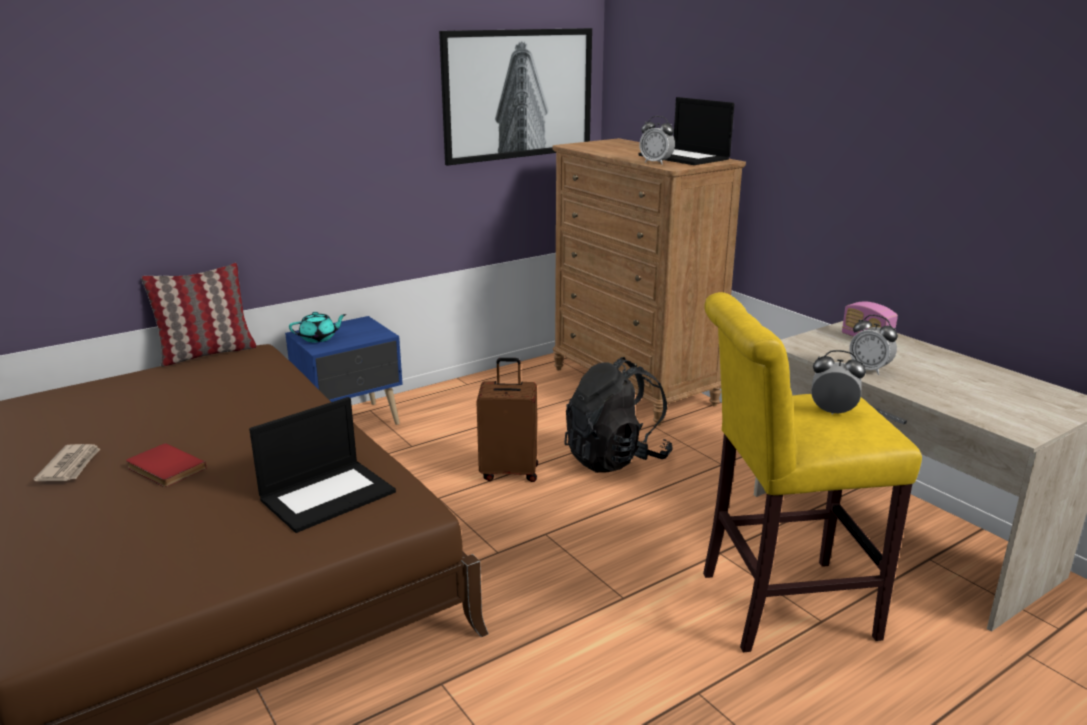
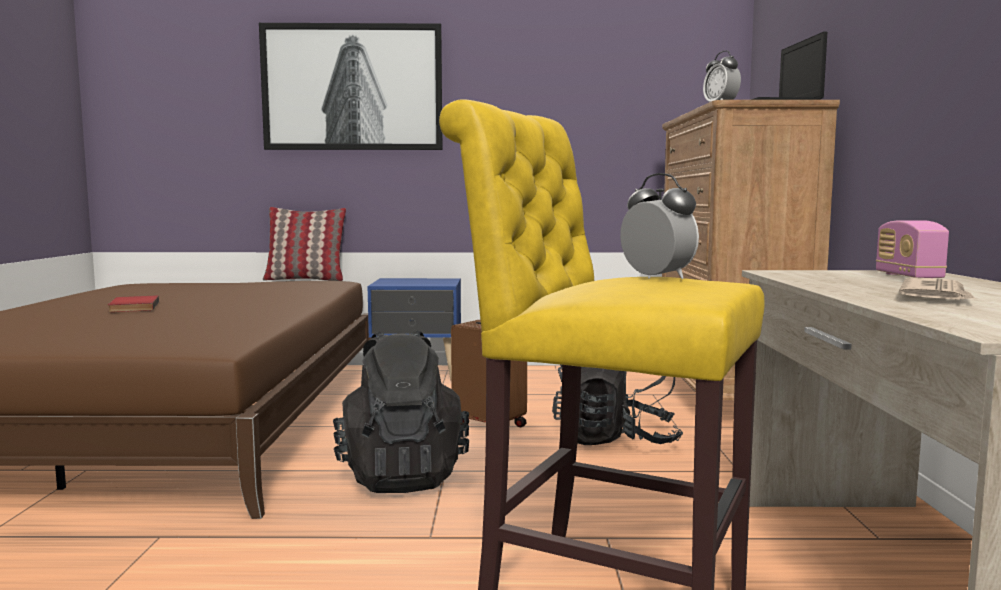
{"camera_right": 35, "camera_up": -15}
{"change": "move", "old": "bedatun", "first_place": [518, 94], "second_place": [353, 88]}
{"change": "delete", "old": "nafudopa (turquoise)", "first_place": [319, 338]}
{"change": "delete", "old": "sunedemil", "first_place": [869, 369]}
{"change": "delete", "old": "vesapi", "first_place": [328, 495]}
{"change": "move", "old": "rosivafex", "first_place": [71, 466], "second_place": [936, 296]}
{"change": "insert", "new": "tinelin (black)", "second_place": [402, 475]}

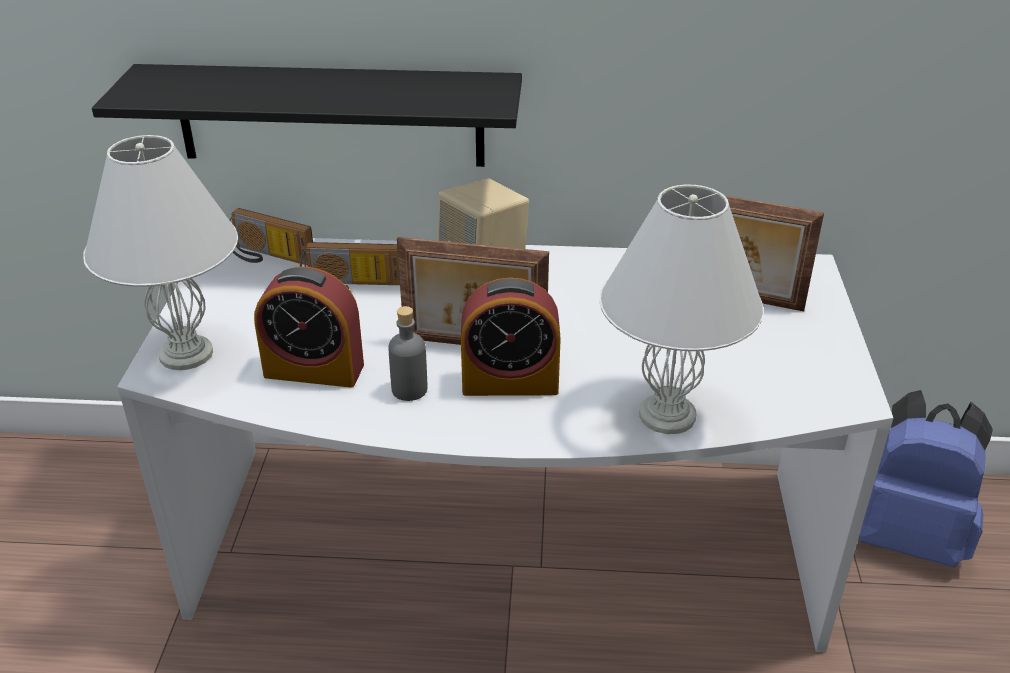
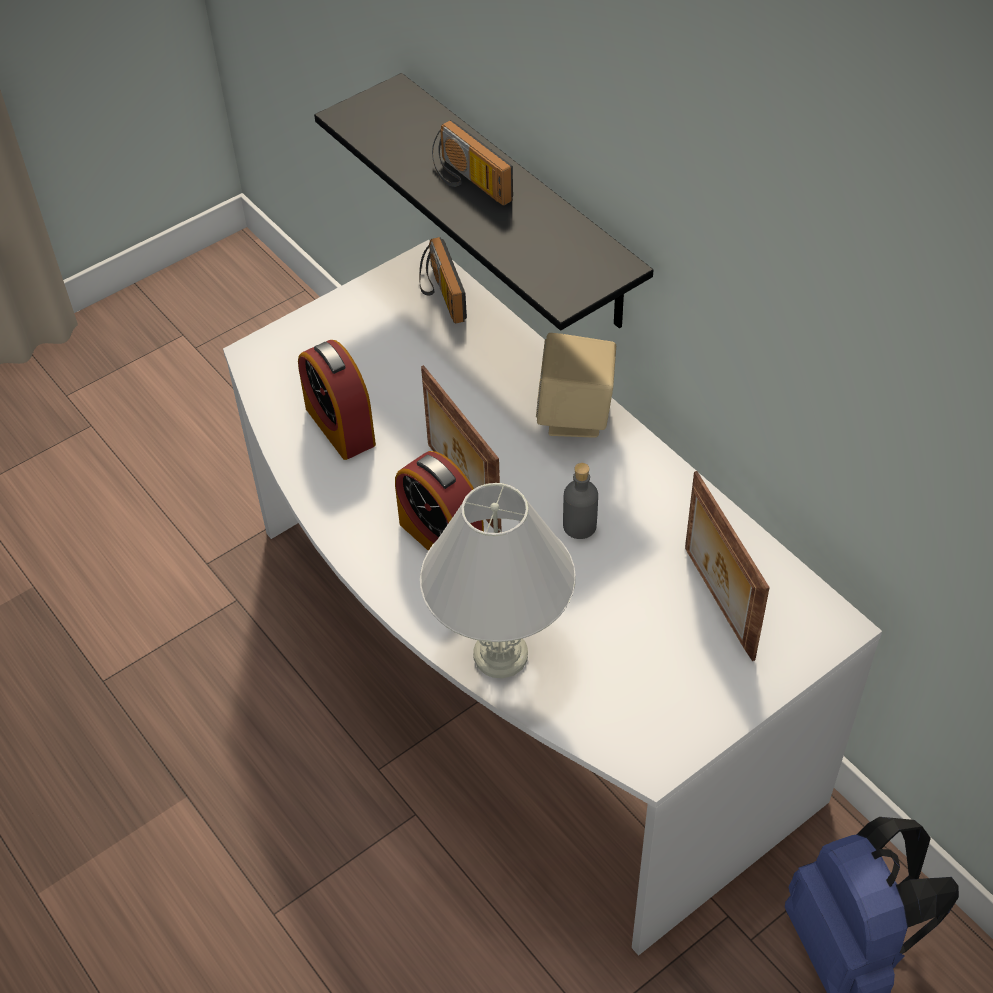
{"camera_right": 50, "camera_up": 15}
{"change": "delete", "old": "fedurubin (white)", "first_place": [187, 353]}
{"change": "move", "old": "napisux", "first_place": [351, 286], "second_place": [467, 182]}
{"change": "move", "old": "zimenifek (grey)", "first_place": [409, 389], "second_place": [579, 526]}

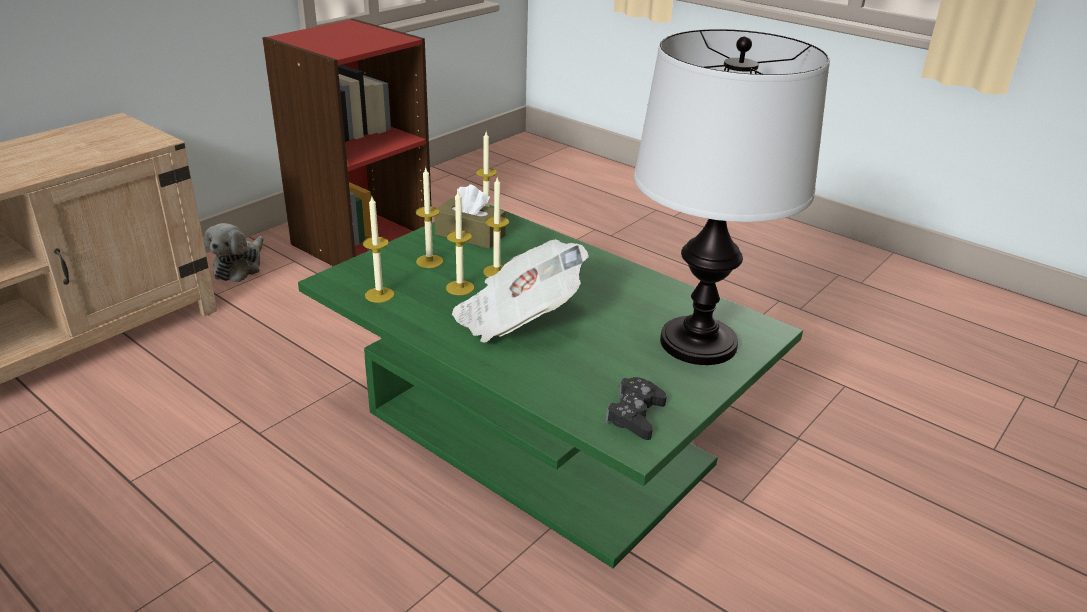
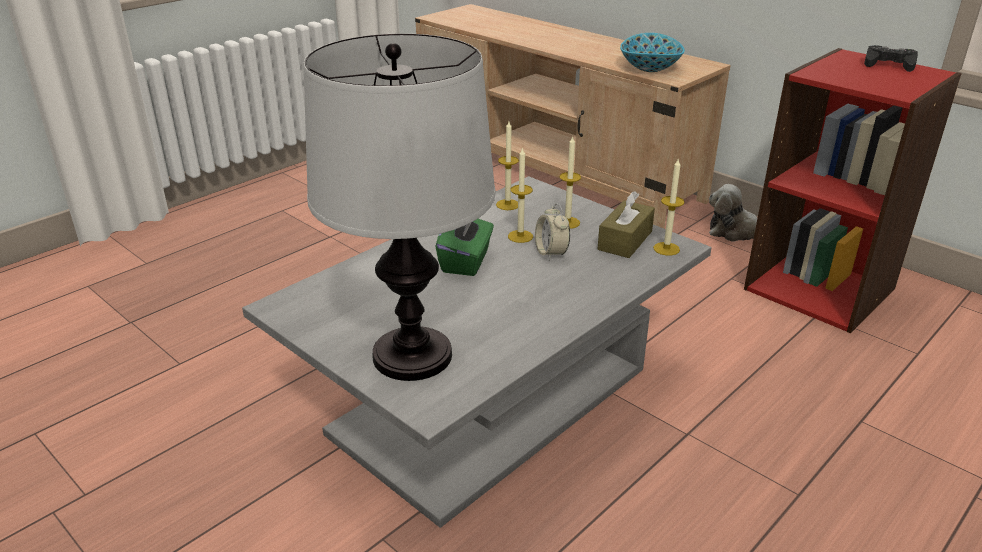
{"camera_right": 95, "camera_up": 0}
{"change": "replace", "old": "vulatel", "new": "sunedemil", "first_place": [496, 272], "second_place": [551, 253]}
{"change": "recolor", "old": "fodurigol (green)", "new": "fodurigol (grey)", "first_place": [538, 438], "second_place": [490, 401]}
{"change": "replace", "old": "rosivafex", "new": "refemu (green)", "first_place": [517, 319], "second_place": [466, 261]}
{"change": "move", "old": "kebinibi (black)", "first_place": [635, 415], "second_place": [889, 64]}
{"change": "insert", "new": "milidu", "second_place": [649, 68]}

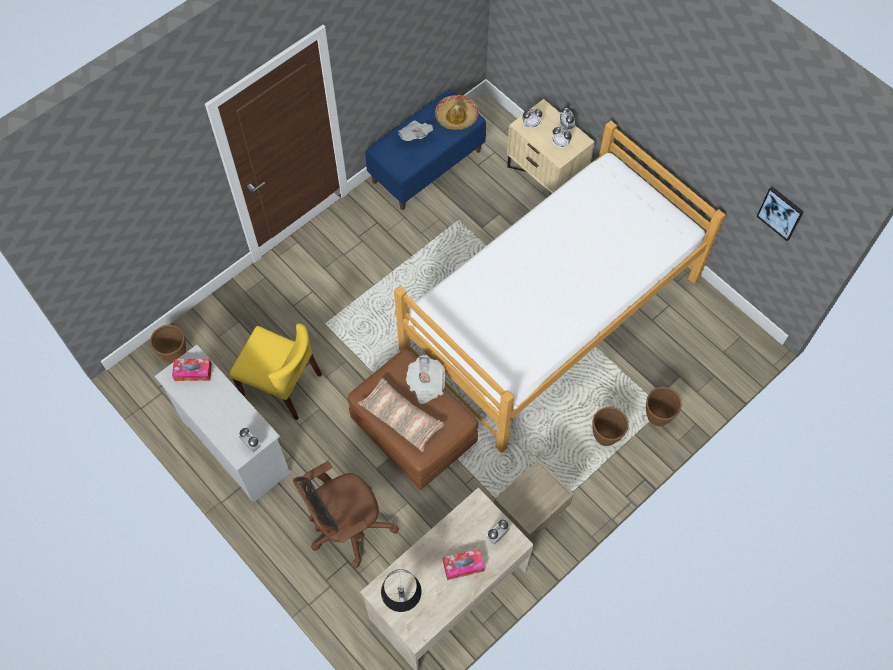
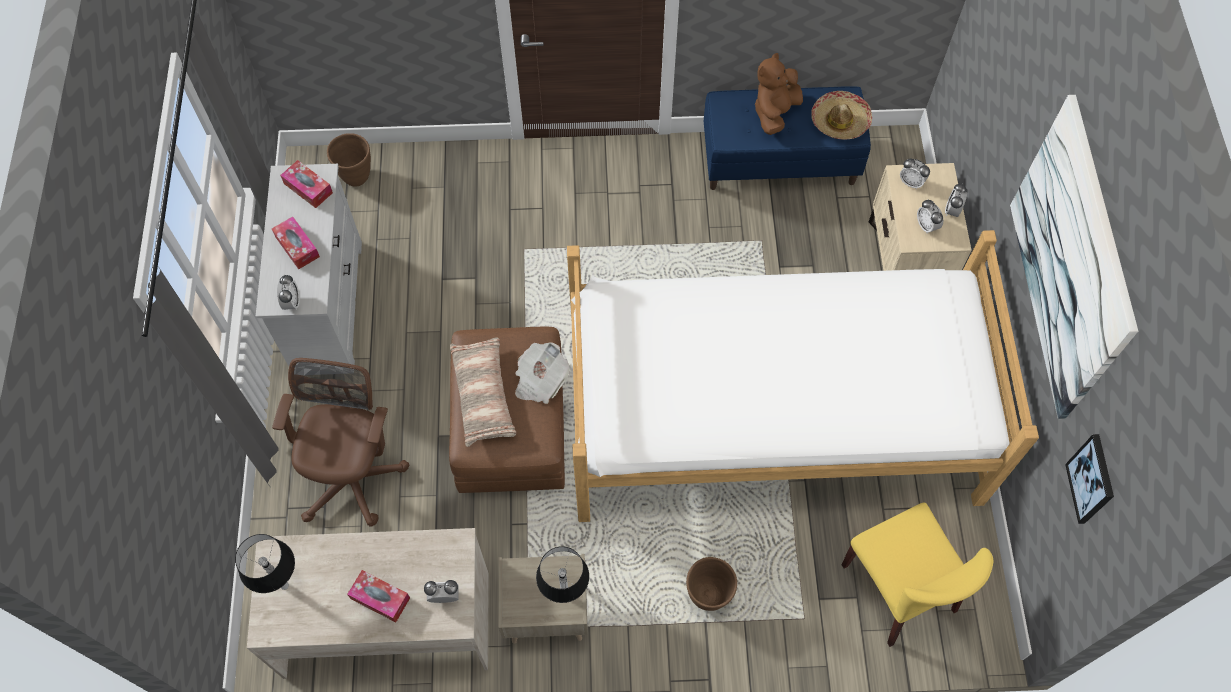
{"camera_right": 40, "camera_up": 0}
{"change": "replace", "old": "rosivafex", "new": "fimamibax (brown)", "first_place": [415, 136], "second_place": [774, 112]}
{"change": "move", "old": "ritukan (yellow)", "first_place": [282, 385], "second_place": [899, 588]}
{"change": "delete", "old": "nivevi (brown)", "first_place": [657, 417]}
{"change": "rotate", "old": "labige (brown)", "first_place": [348, 529], "second_place": [354, 474], "degrees": 90}
{"change": "insert", "new": "bedatun", "second_place": [1070, 260]}
{"change": "insert", "new": "refemu", "second_place": [297, 247]}
{"change": "insert", "new": "fedurubin", "second_place": [565, 595]}

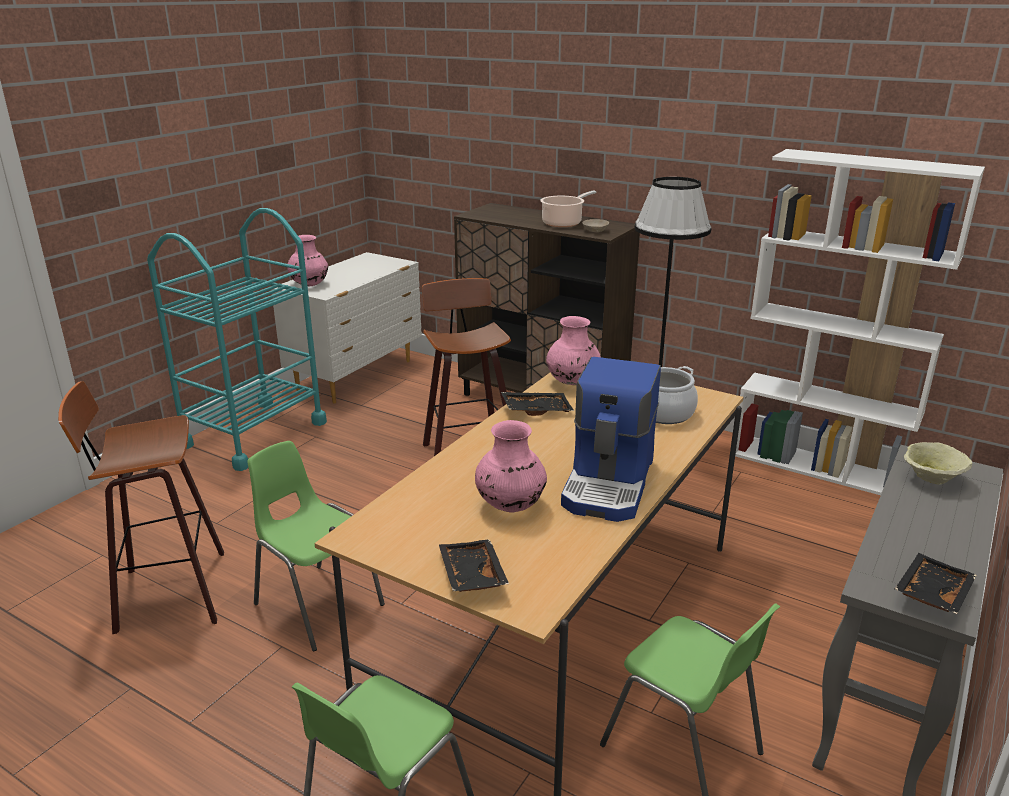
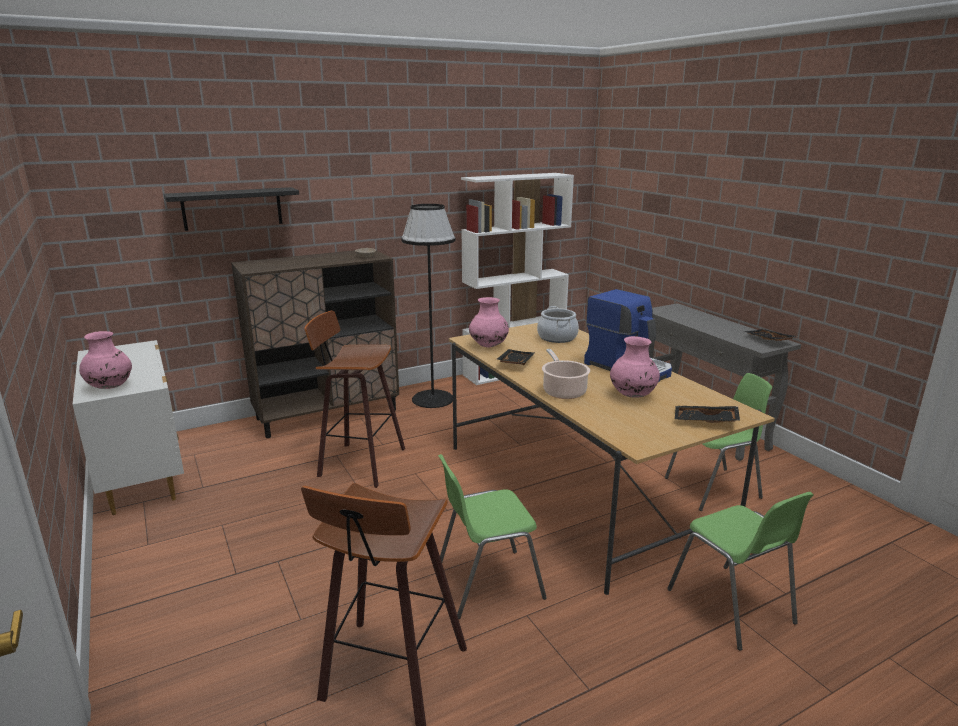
{"camera_right": -60, "camera_up": -5}
{"change": "move", "old": "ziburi", "first_place": [563, 223], "second_place": [563, 391]}
{"change": "delete", "old": "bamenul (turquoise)", "first_place": [254, 434]}
{"change": "delete", "old": "milidu (beige)", "first_place": [932, 479]}
{"change": "insert", "new": "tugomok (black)", "second_place": [232, 208]}

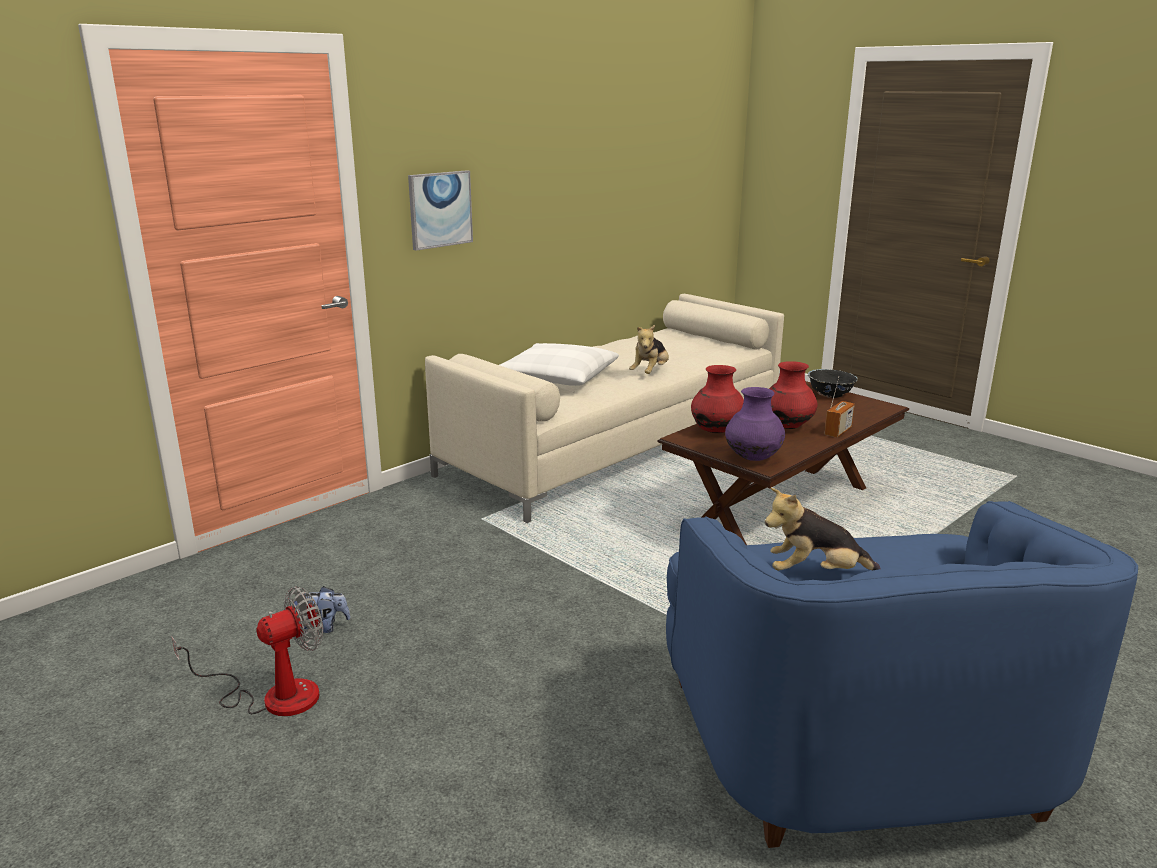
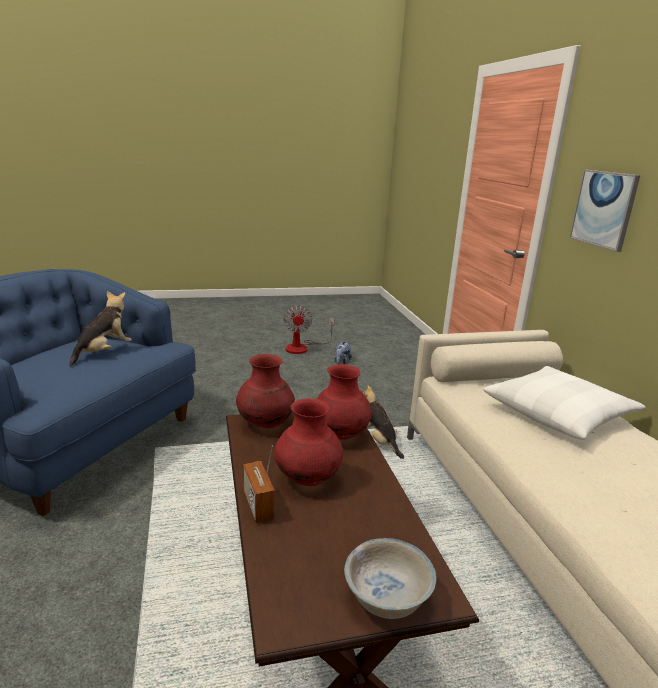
{"camera_right": 120, "camera_up": 0}
{"change": "move", "old": "fimamibax", "first_place": [650, 373], "second_place": [378, 441]}
{"change": "recolor", "old": "milidu (black)", "new": "milidu (white)", "first_place": [830, 394], "second_place": [387, 597]}
{"change": "recolor", "old": "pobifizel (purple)", "new": "pobifizel (red)", "first_place": [753, 458], "second_place": [265, 424]}

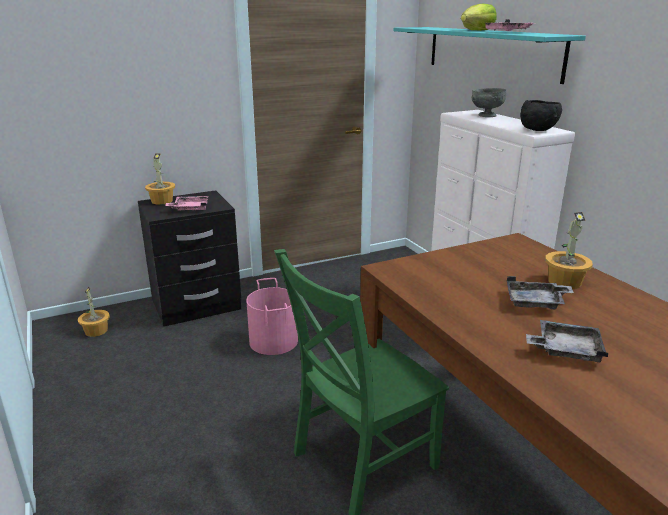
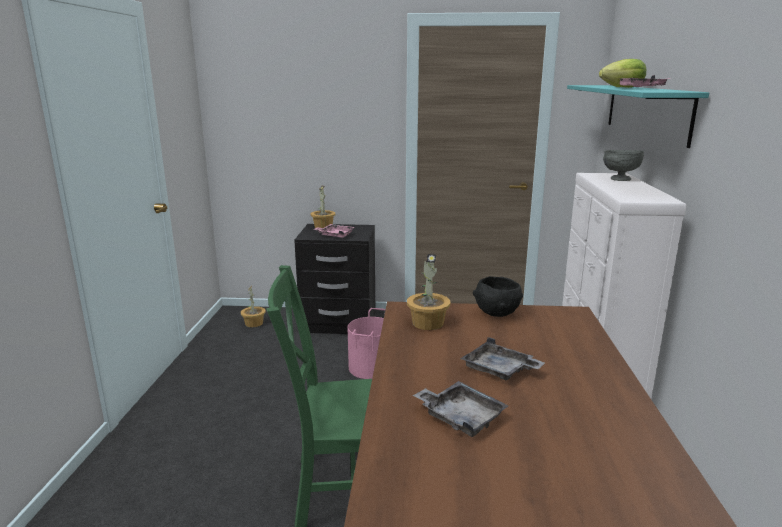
{"camera_right": 30, "camera_up": -5}
{"change": "move", "old": "milidu (black)", "first_place": [538, 130], "second_place": [497, 314]}
{"change": "move", "old": "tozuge", "first_place": [564, 281], "second_place": [428, 323]}

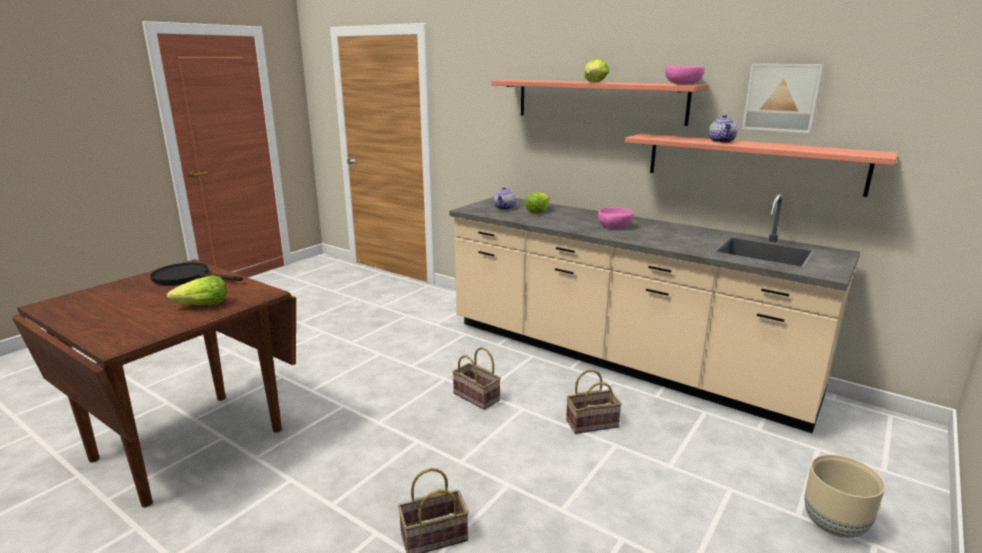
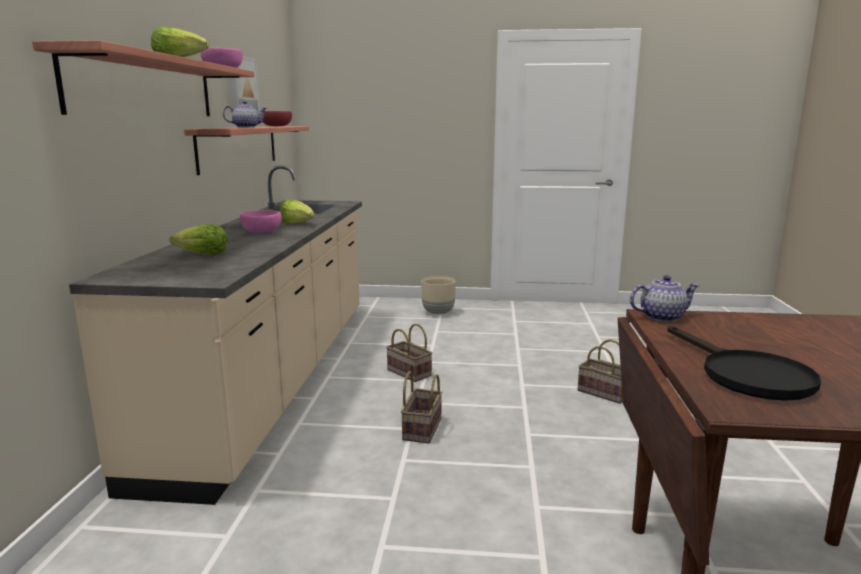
{"camera_right": -120, "camera_up": -5}
{"change": "move", "old": "nafudopa", "first_place": [504, 208], "second_place": [662, 317]}
{"change": "move", "old": "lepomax", "first_place": [203, 306], "second_place": [298, 224]}
{"change": "insert", "new": "milidu (red)", "second_place": [276, 126]}

